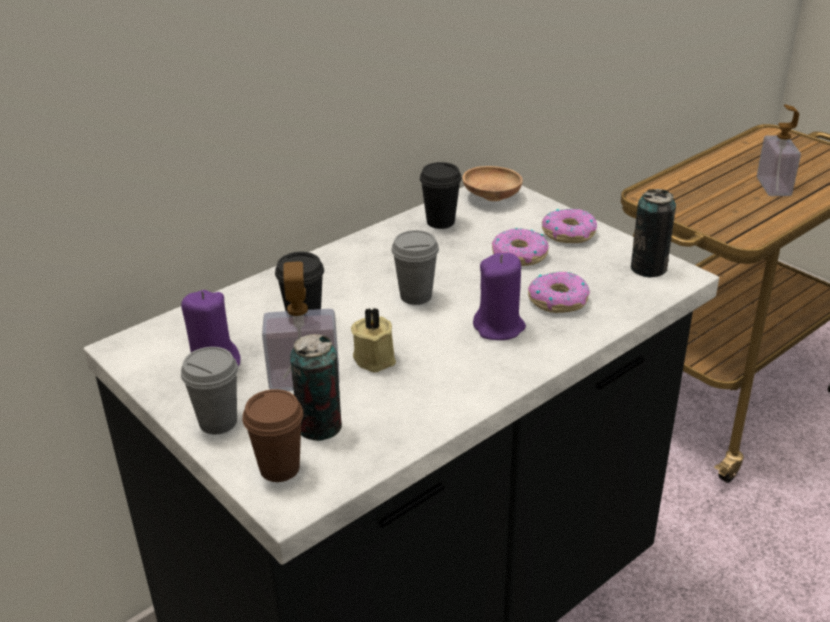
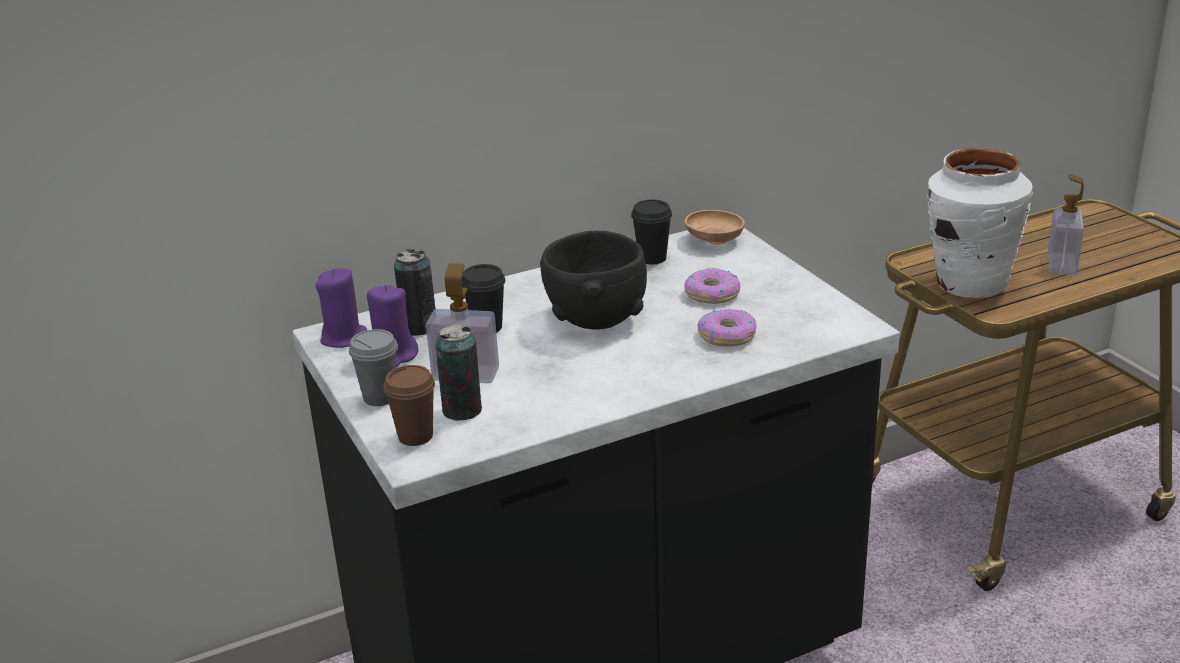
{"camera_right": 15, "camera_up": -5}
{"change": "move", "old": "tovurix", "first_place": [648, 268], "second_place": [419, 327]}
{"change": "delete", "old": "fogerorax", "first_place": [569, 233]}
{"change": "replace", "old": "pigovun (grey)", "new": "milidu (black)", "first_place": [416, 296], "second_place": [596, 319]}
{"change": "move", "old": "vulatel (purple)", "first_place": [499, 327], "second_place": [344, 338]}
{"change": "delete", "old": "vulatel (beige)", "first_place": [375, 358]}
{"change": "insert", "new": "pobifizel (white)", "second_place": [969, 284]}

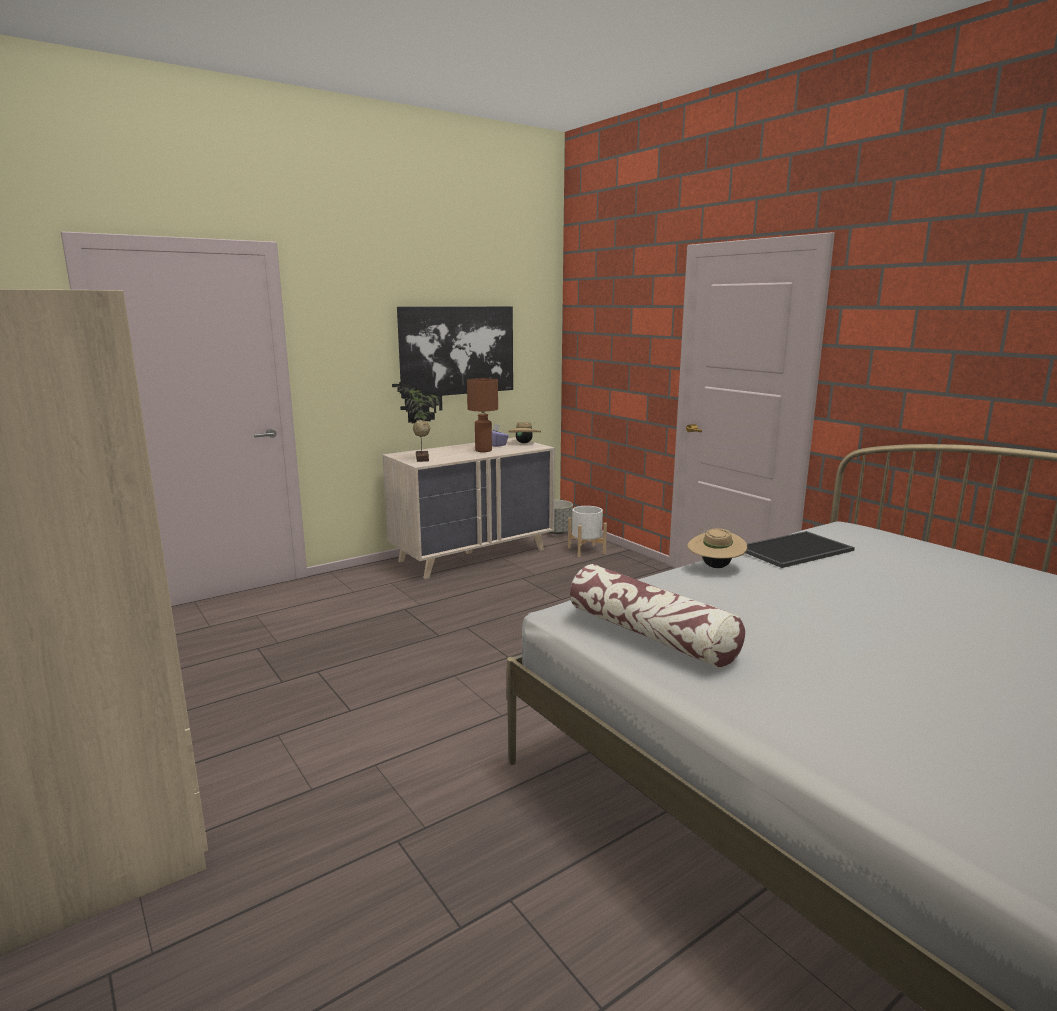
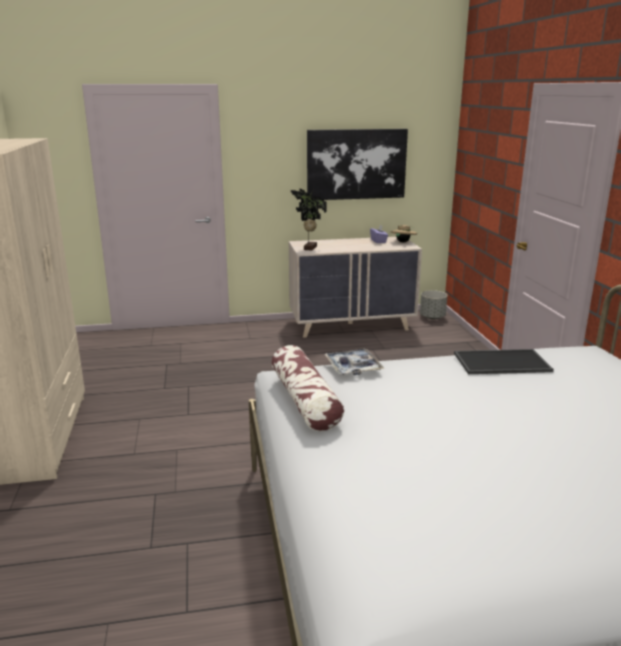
{"camera_right": 25, "camera_up": 5}
{"change": "delete", "old": "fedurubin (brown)", "first_place": [483, 451]}
{"change": "delete", "old": "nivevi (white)", "first_place": [586, 550]}
{"change": "delete", "old": "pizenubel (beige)", "first_place": [715, 566]}
{"change": "insert", "new": "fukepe", "second_place": [353, 367]}

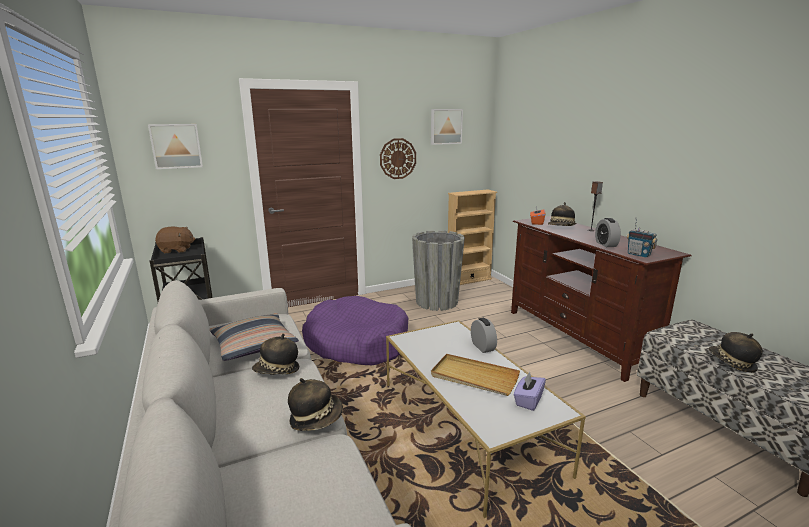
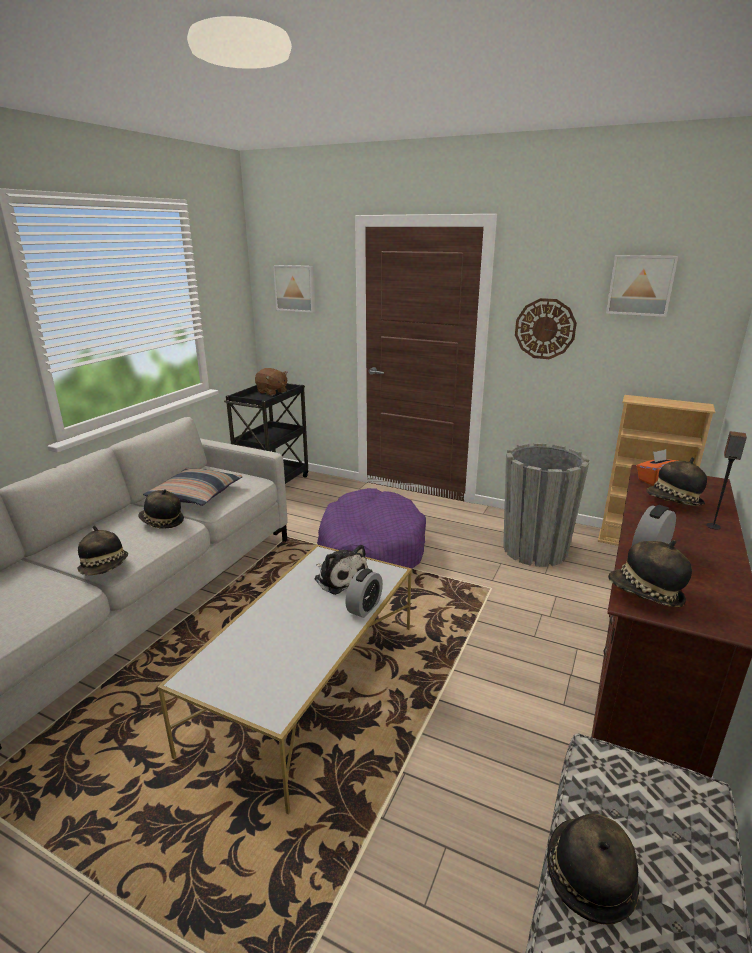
{"camera_right": 50, "camera_up": 5}
{"change": "replace", "old": "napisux", "new": "pizenubel", "first_place": [638, 255], "second_place": [645, 594]}
{"change": "delete", "old": "fukepe (beige)", "first_place": [474, 377]}
{"change": "delete", "old": "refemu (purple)", "first_place": [528, 400]}
{"change": "insert", "new": "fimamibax", "second_place": [340, 578]}

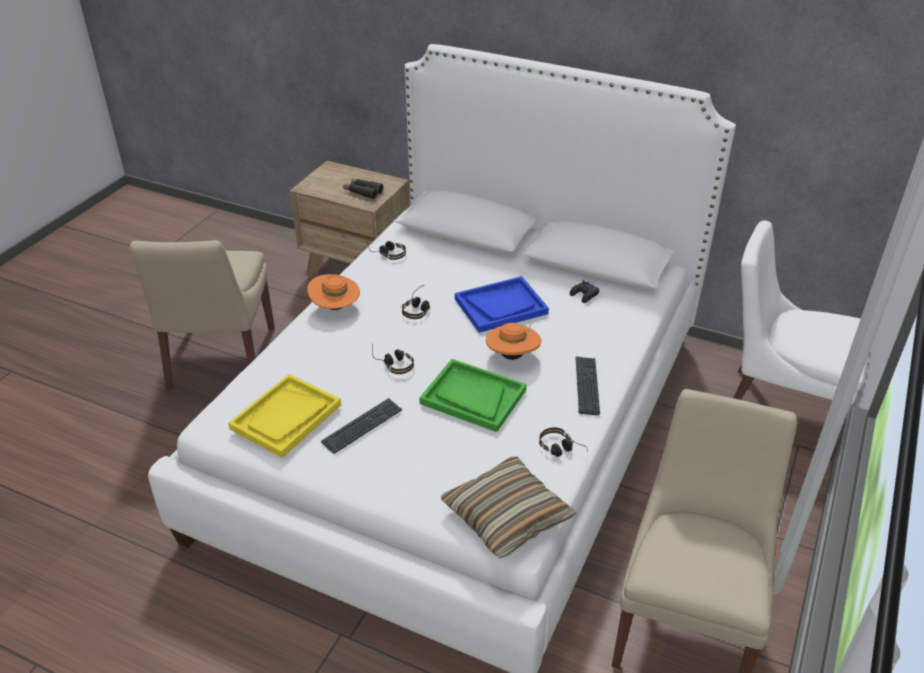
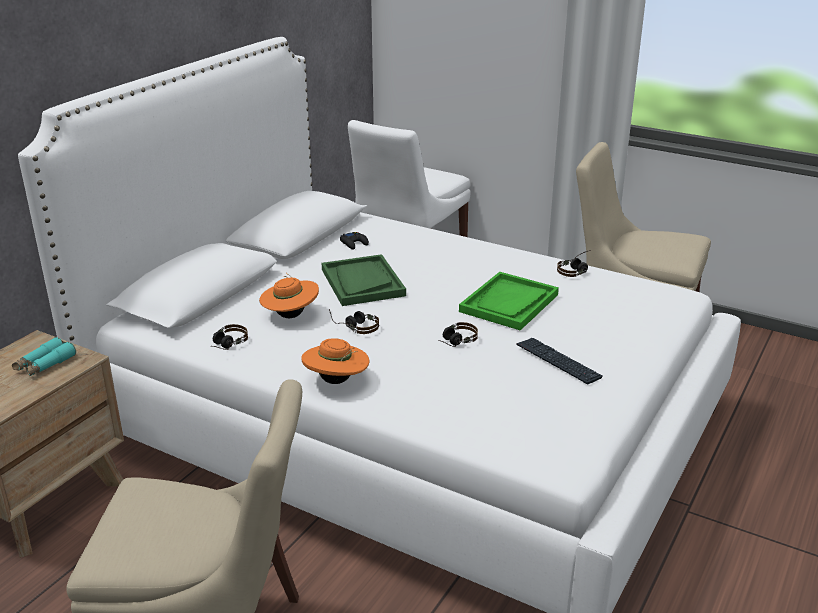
{"camera_right": -85, "camera_up": -10}
{"change": "recolor", "old": "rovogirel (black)", "new": "rovogirel (turquoise)", "first_place": [363, 192], "second_place": [45, 364]}
{"change": "recolor", "old": "fukepe (blue)", "new": "fukepe (green)", "first_place": [501, 306], "second_place": [362, 282]}
{"change": "move", "old": "pizenubel (orange)", "first_place": [512, 356], "second_place": [290, 315]}
{"change": "delete", "old": "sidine", "first_place": [587, 386]}
{"change": "delete", "old": "fukepe (yellow)", "first_place": [286, 417]}
{"change": "delete", "old": "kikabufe", "first_place": [507, 516]}

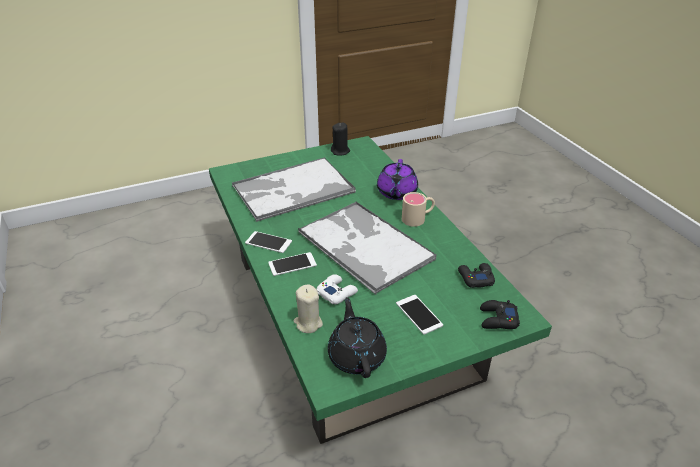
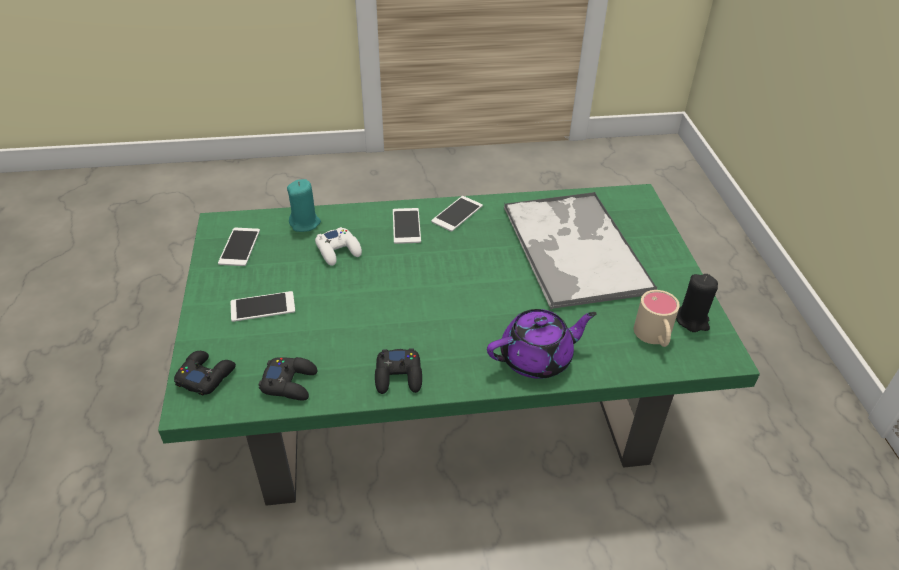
{"camera_right": 105, "camera_up": 5}
{"change": "rotate", "old": "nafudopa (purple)", "first_place": [396, 193], "second_place": [537, 358], "degrees": 135}
{"change": "move", "old": "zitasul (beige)", "first_place": [418, 218], "second_place": [654, 337]}
{"change": "delete", "old": "fukepe", "first_place": [364, 245]}
{"change": "recolor", "old": "vulatel (beige)", "new": "vulatel (turquoise)", "first_place": [308, 323], "second_place": [305, 223]}
{"change": "replace", "old": "nafudopa (black)", "new": "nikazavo", "first_place": [357, 355], "second_place": [239, 247]}
{"change": "insert", "new": "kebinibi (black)", "second_place": [399, 376]}

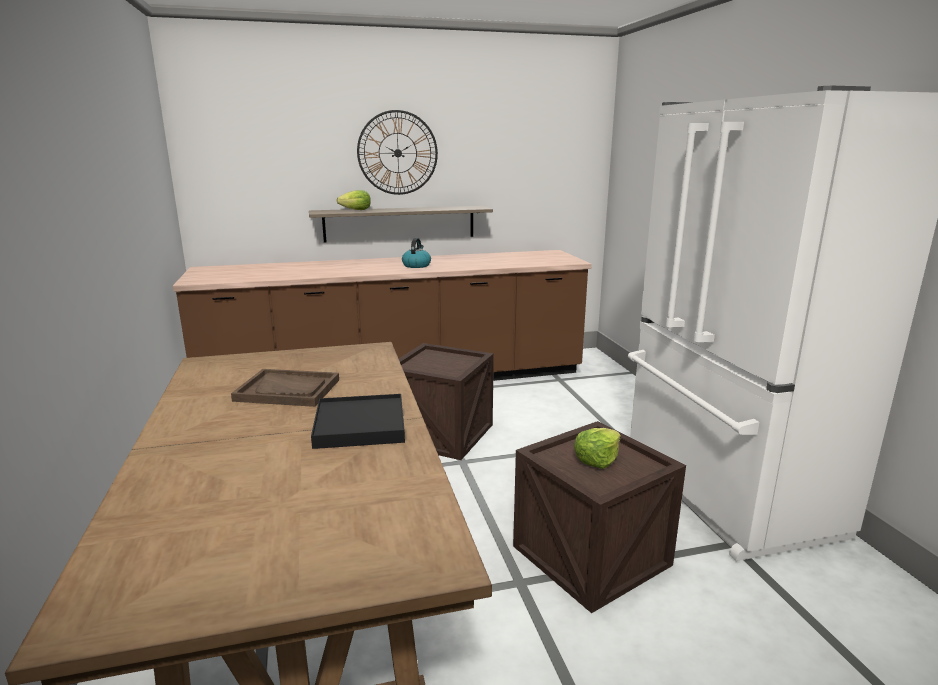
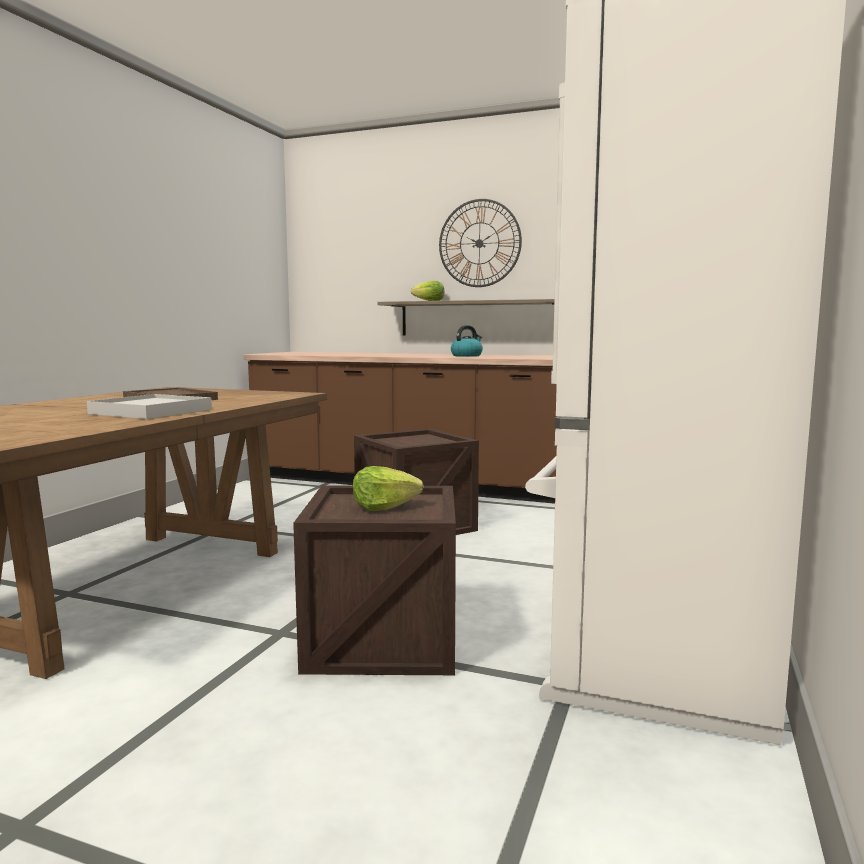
{"camera_right": 35, "camera_up": -10}
{"change": "recolor", "old": "fukepe (black)", "new": "fukepe (white)", "first_place": [360, 425], "second_place": [151, 412]}

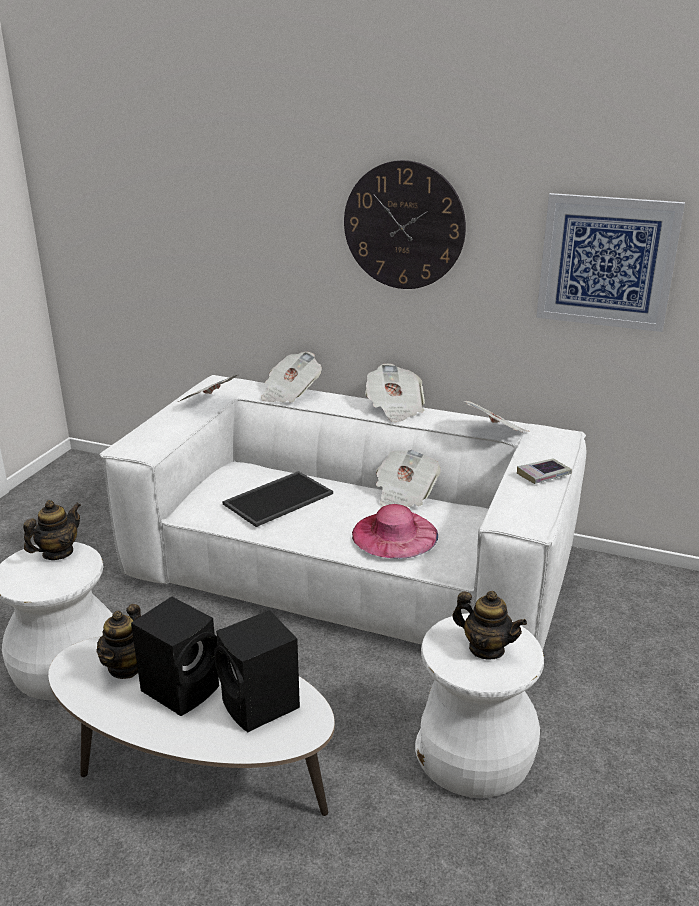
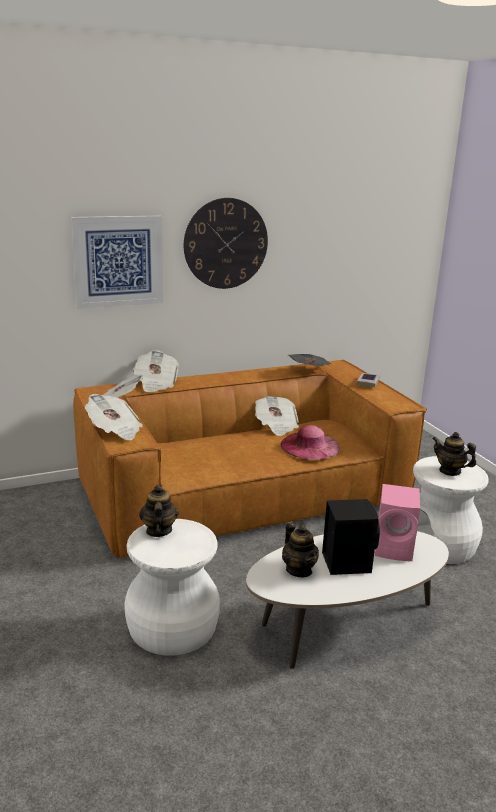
{"camera_right": -45, "camera_up": -5}
{"change": "move", "old": "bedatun", "first_place": [607, 262], "second_place": [118, 261]}
{"change": "move", "old": "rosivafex", "first_place": [395, 408], "second_place": [115, 430]}
{"change": "recolor", "old": "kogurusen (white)", "new": "kogurusen (brown)", "first_place": [349, 567], "second_place": [244, 493]}
{"change": "delete", "old": "fukepe", "first_place": [278, 498]}
{"change": "rotate", "old": "nafudopa", "first_place": [486, 649], "second_place": [450, 471], "degrees": -135}
{"change": "recolor", "old": "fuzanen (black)", "new": "fuzanen (pink)", "first_place": [261, 706], "second_place": [395, 548]}

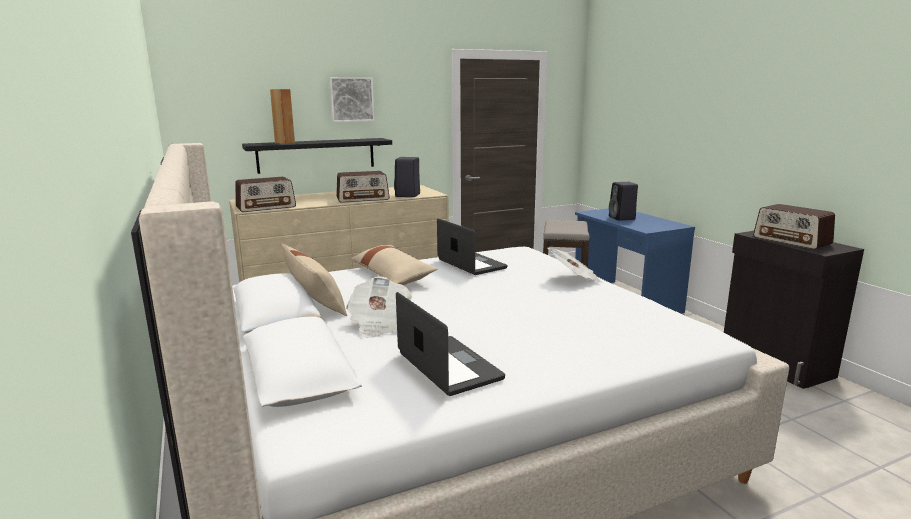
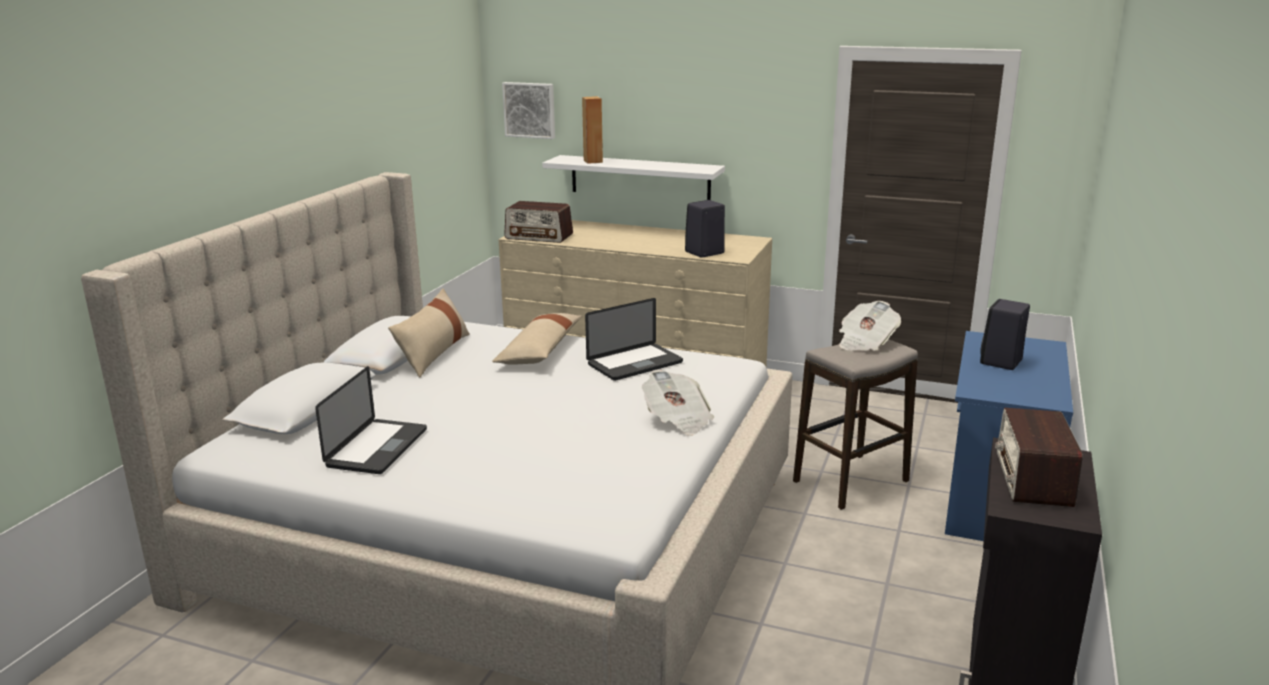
{"camera_right": 45, "camera_up": 5}
{"change": "move", "old": "bedatun", "first_place": [351, 99], "second_place": [530, 110]}
{"change": "recolor", "old": "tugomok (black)", "new": "tugomok (white)", "first_place": [316, 155], "second_place": [640, 178]}
{"change": "delete", "old": "napisux", "first_place": [363, 199]}
{"change": "rotate", "old": "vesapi", "first_place": [471, 264], "second_place": [635, 363], "degrees": 45}
{"change": "move", "old": "rosivafex", "first_place": [379, 324], "second_place": [865, 342]}

